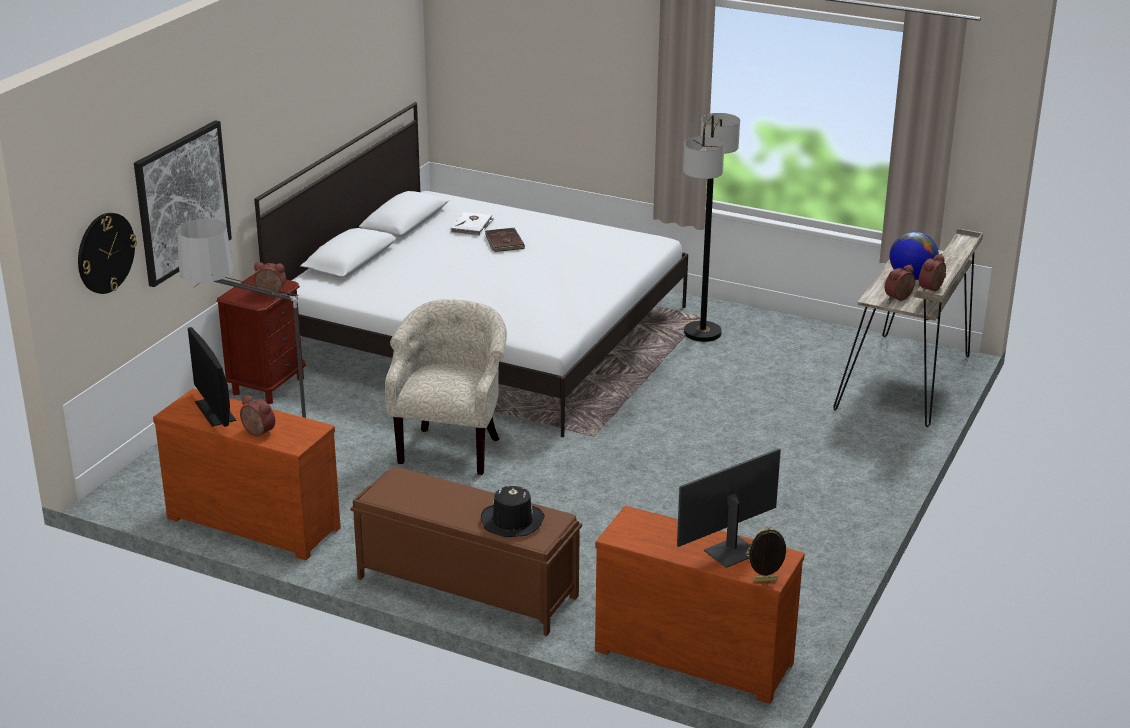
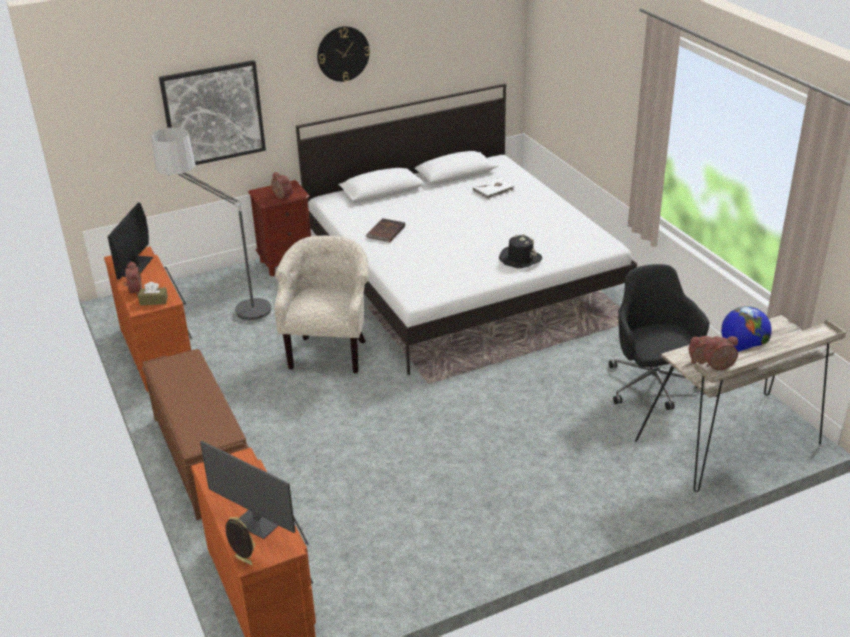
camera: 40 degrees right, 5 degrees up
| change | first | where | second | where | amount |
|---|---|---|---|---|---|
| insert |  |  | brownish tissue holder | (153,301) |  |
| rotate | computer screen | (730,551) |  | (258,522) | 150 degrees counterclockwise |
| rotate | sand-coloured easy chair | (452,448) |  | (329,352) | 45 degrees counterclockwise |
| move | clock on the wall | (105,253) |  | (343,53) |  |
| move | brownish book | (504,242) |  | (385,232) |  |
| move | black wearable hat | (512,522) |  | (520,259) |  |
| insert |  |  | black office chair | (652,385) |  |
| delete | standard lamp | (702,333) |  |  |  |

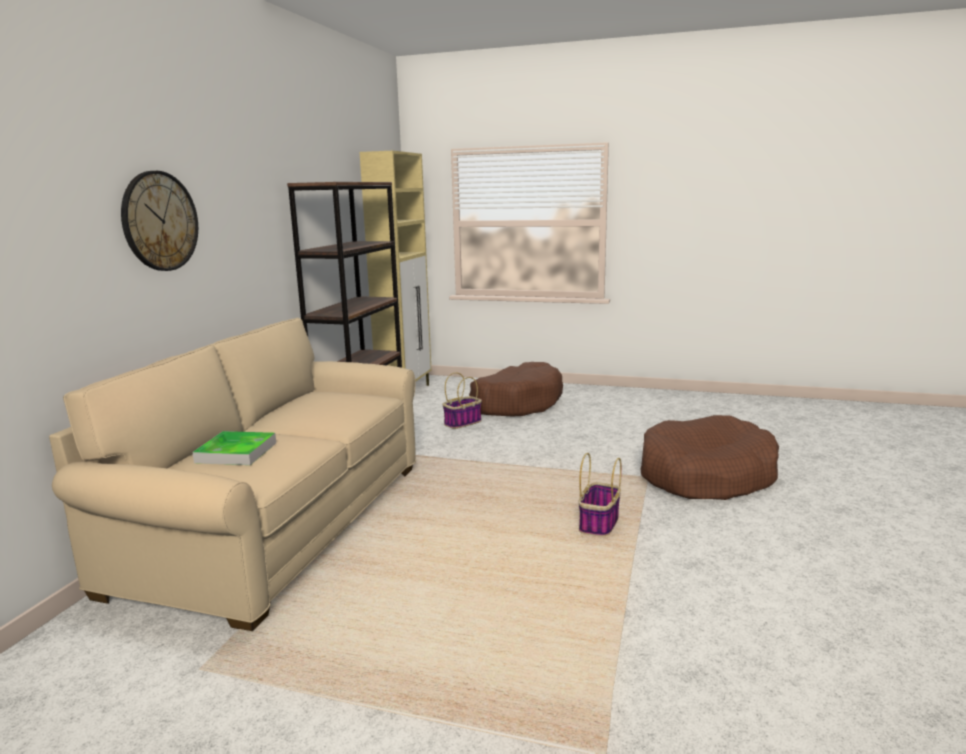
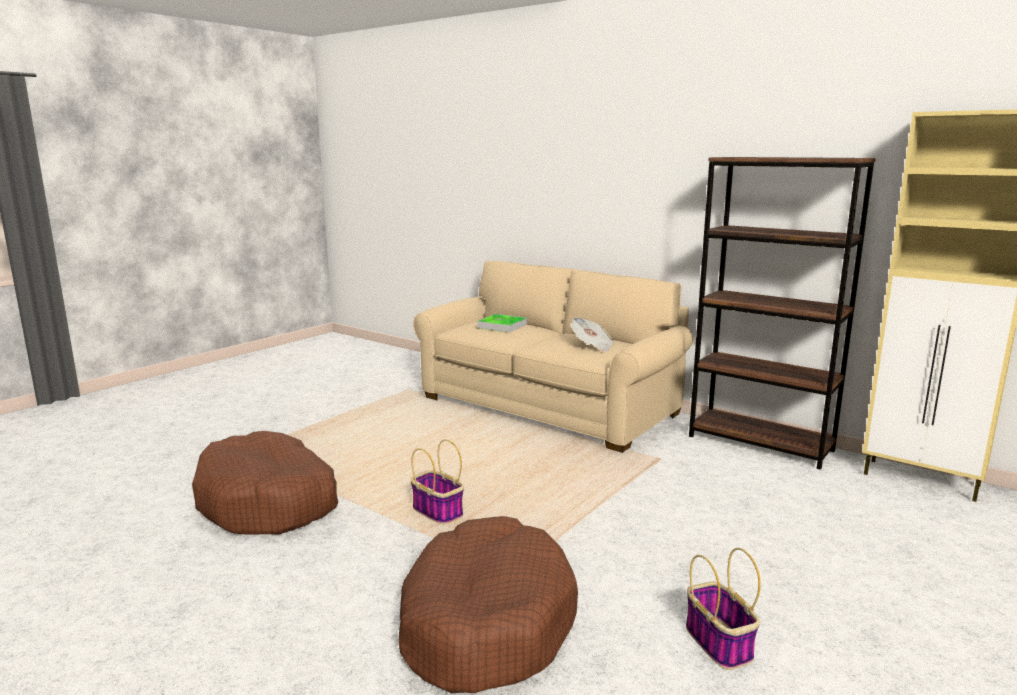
camera: 110 degrees right, 0 degrees up
| change | first | where | second | where | amount |
|---|---|---|---|---|---|
| move | brownish pet bed | (516,403) |  | (269,502) |  |
| insert |  |  | daily paper | (592,346) |  |
| move | basket | (463,422) |  | (719,643) |  |
| delete | clock on the wall | (160,221) |  |  |  |

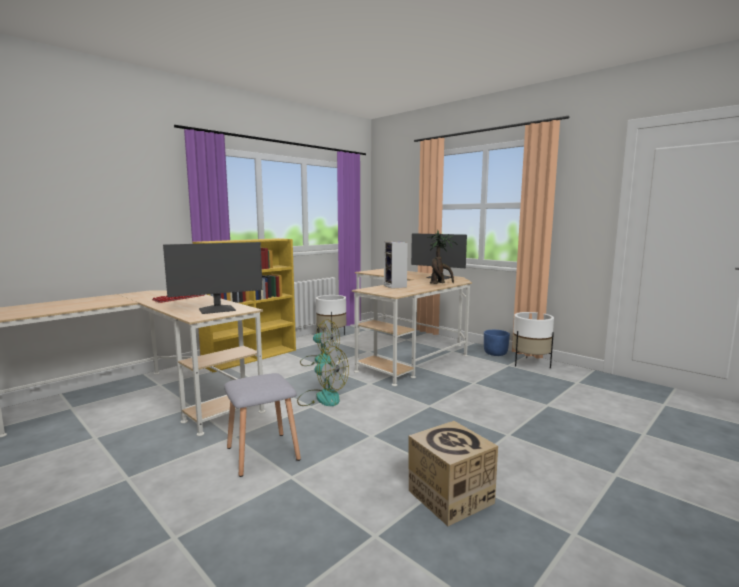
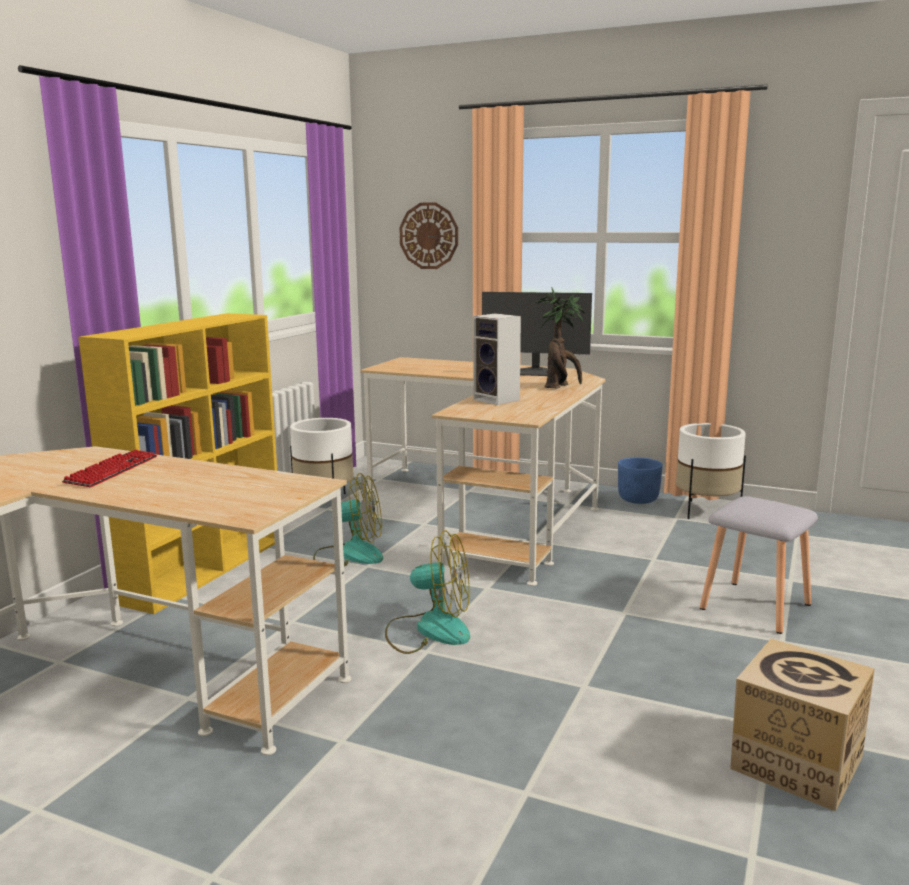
camera: 20 degrees left, 5 degrees up
| change | first | where | second | where | amount |
|---|---|---|---|---|---|
| insert |  |  | clock on the wall | (429,236) |  |
| move | greyish sitting stool | (261,454) |  | (755,607) |  |
| delete | computer screen | (217,310) |  |  |  |

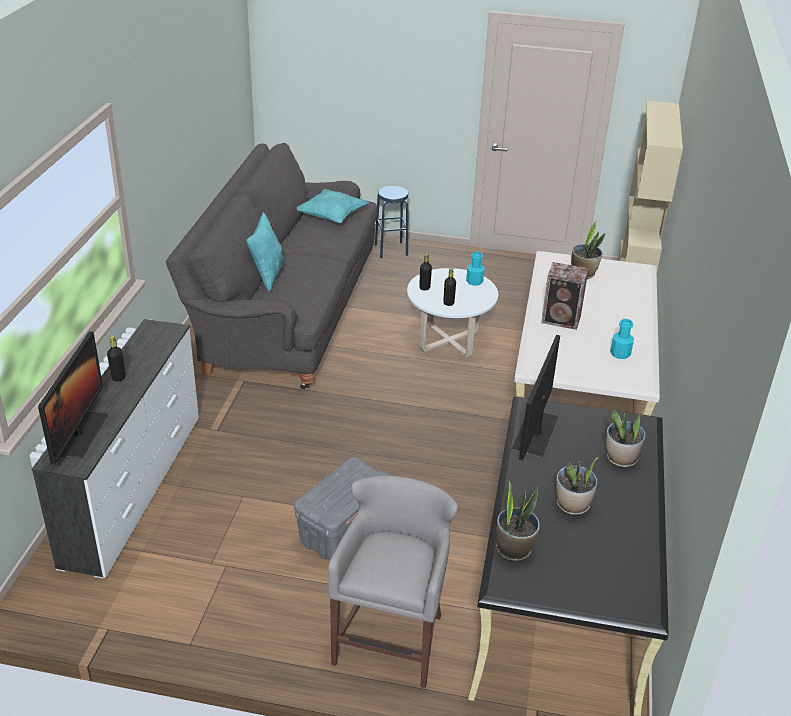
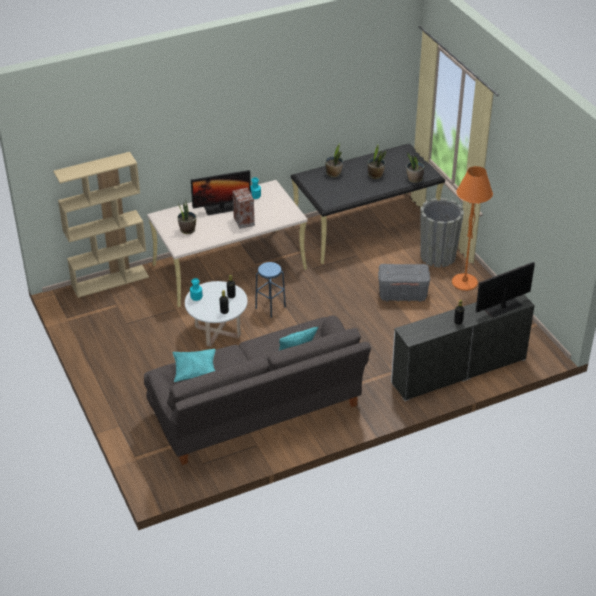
camera: 125 degrees left, 5 degrees up
| change | first | where | second | where | amount |
|---|---|---|---|---|---|
| move | computer screen | (534,433) |  | (222,208) |  |
| move | bluish sitting stool | (391,250) |  | (270,307) |  |
| replace | greyish sitting stool | (391,637) | greyish flower pot | (438,256) |  |
| insert |  |  | orange standard lamp | (464,282) |  |

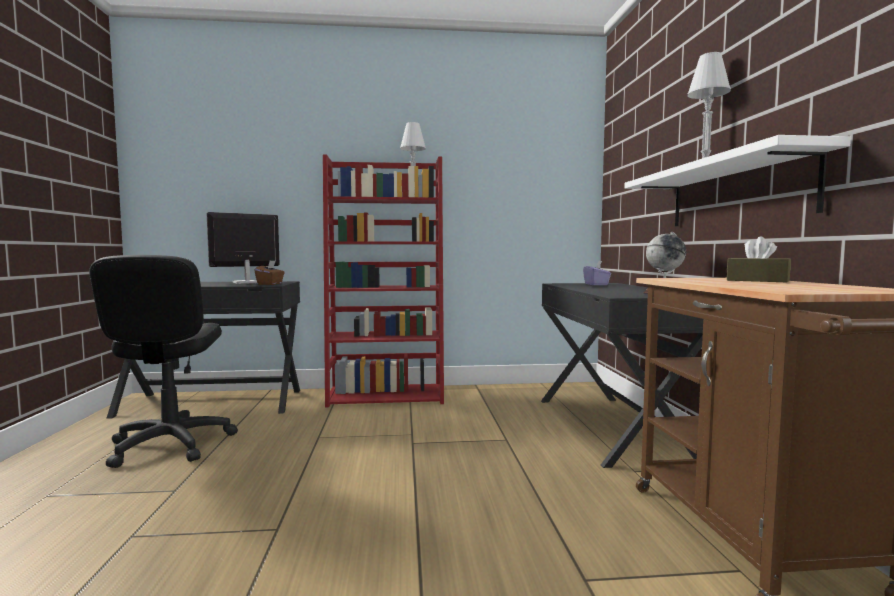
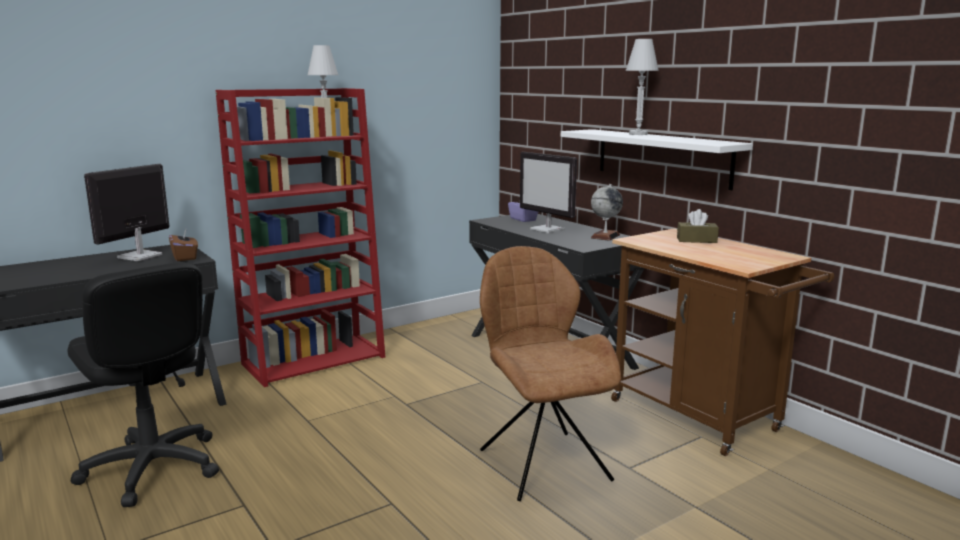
camera: 30 degrees left, 10 degrees up
| change | first | where | second | where | amount |
|---|---|---|---|---|---|
| insert |  |  | brownish chair | (542,462) |  |
| insert |  |  | computer screen | (548,230) |  |

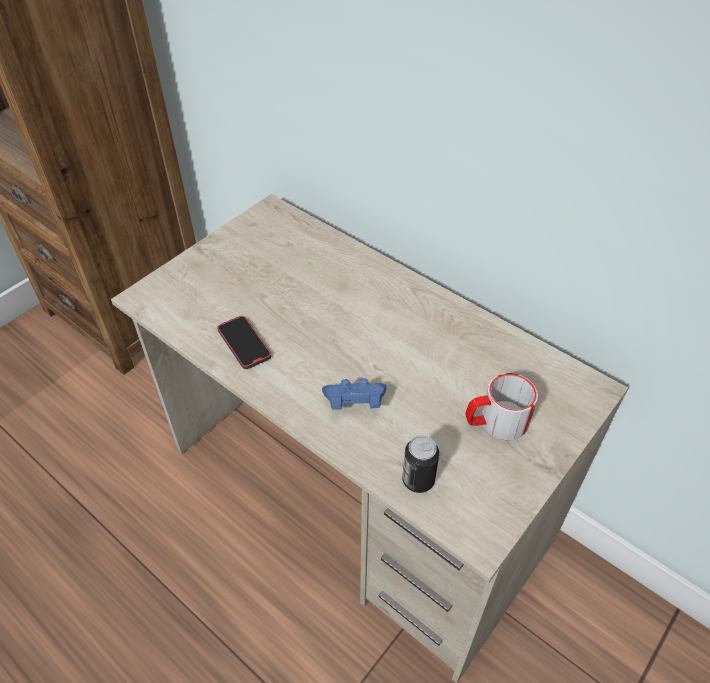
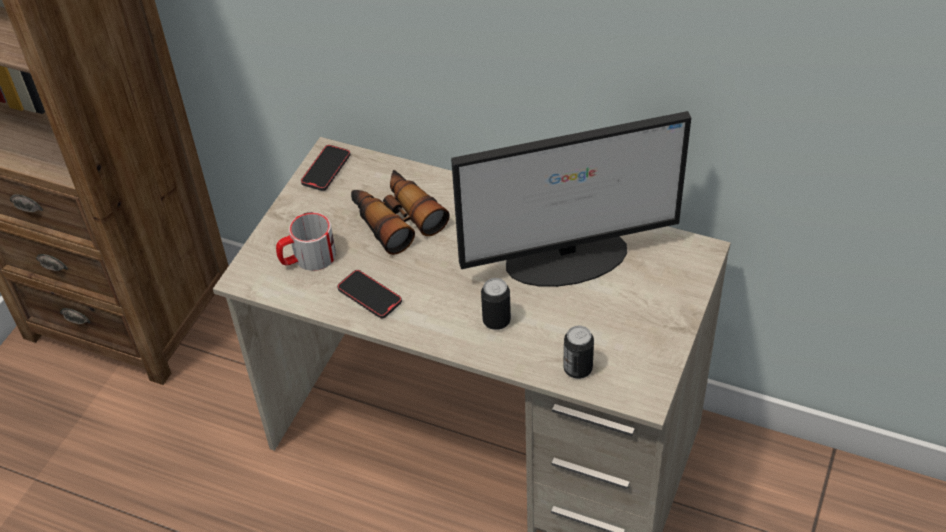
camera: 15 degrees left, 0 degrees up
| change | first | where | second | where | amount |
|---|---|---|---|---|---|
| move | tea mug | (495,422) |  | (307,258) |  |
| insert |  |  | handset | (326,170) |  |
| insert |  |  | pair of binoculars | (396,219) |  |
| insert |  |  | computer screen | (569,257) |  |
| replace | bluish joypad | (354,403) | metal can | (496,321) |  |

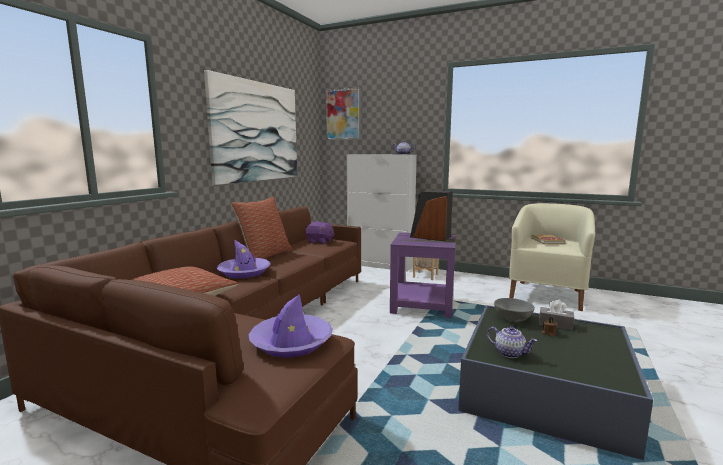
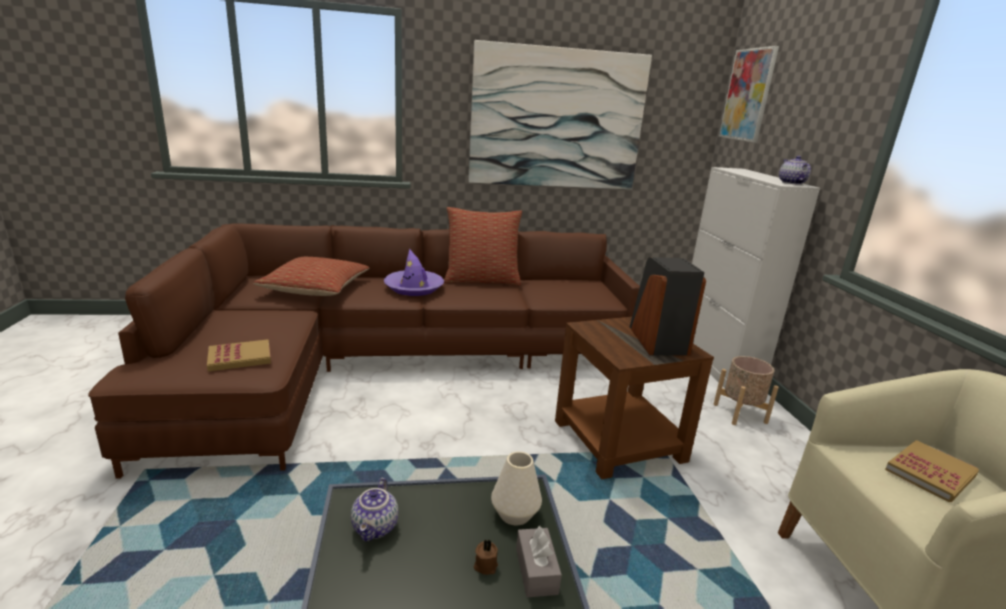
camera: 55 degrees right, 10 degrees up
| change | first | where | second | where | amount |
|---|---|---|---|---|---|
| replace | purplish wearable hat | (291,342) | book | (240,358) |  |
| replace | greyish bowl | (513,319) | white-coloured flower vase | (515,514) |  |
| recolor | purplish side table | (423,304) | brownish side table | (621,441) |  |
| delete | purplish soft toy | (320,242) |  |  |  |

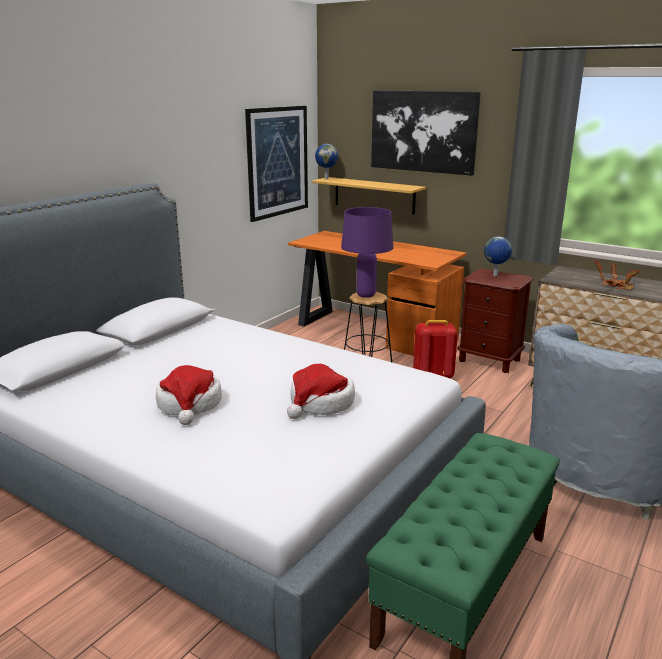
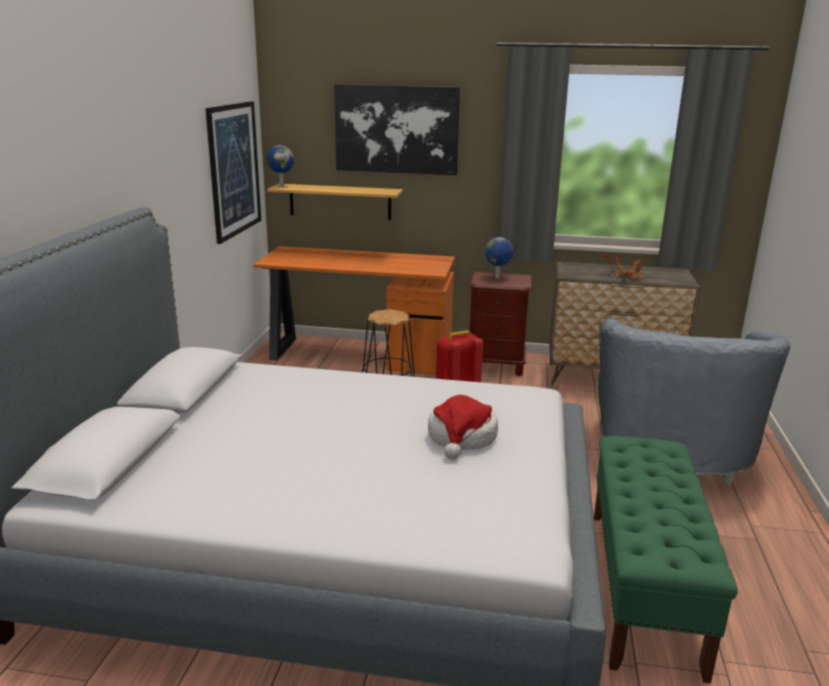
camera: 25 degrees left, 0 degrees up
| change | first | where | second | where | amount |
|---|---|---|---|---|---|
| delete | wearable hat | (189,404) |  |  |  |
| delete | purplish table lamp | (365,295) |  |  |  |

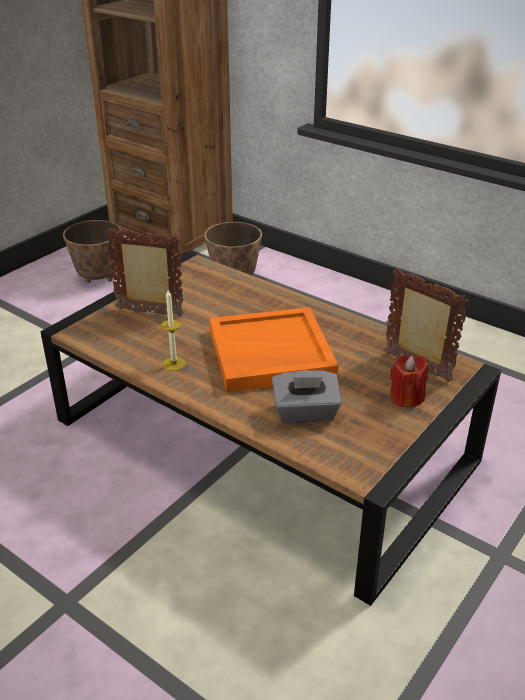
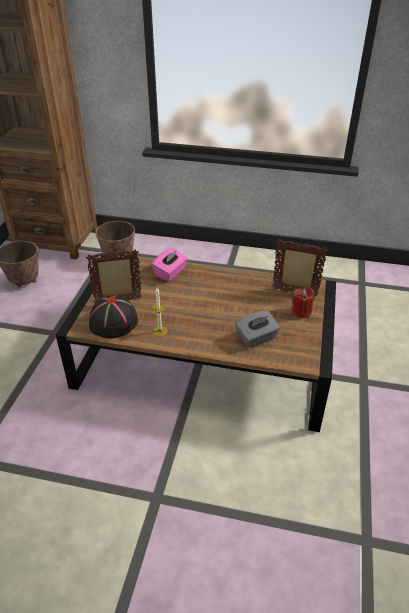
camera: 25 degrees left, 5 degrees up
| change | first | where | second | where | amount |
|---|---|---|---|---|---|
| insert |  |  | black wearable hat | (113,322) |  |
| insert |  |  | pink tissue holder | (170,273) |  |
| delete | orange tray | (270,354) |  |  |  |

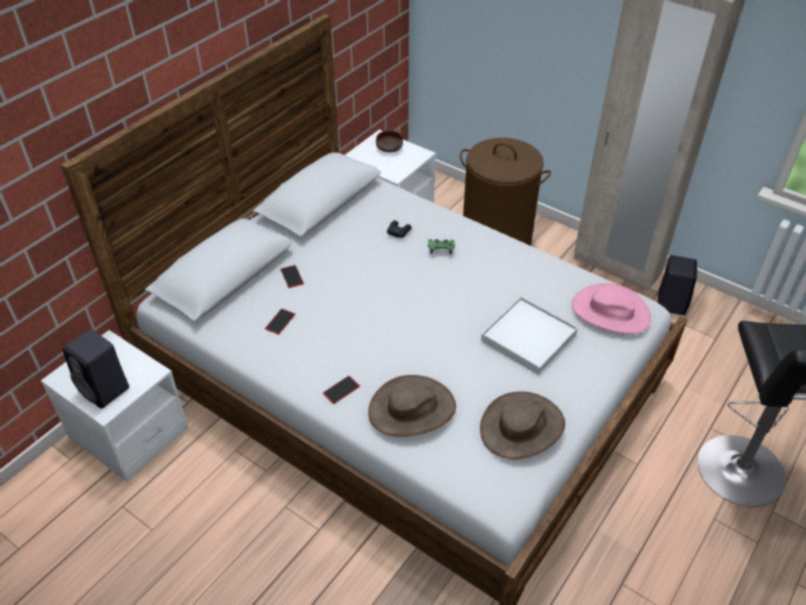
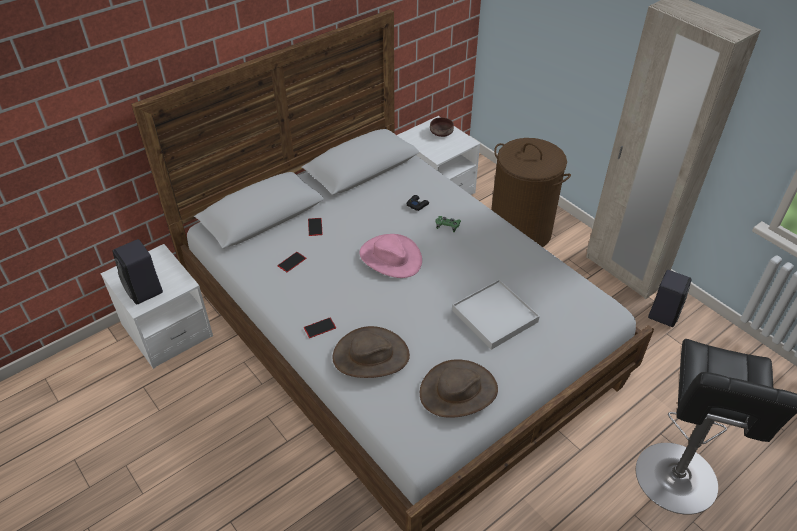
camera: 15 degrees right, 0 degrees up
| change | first | where | second | where | amount |
|---|---|---|---|---|---|
| move | pink wearable hat | (610,312) |  | (390,258) |  |

